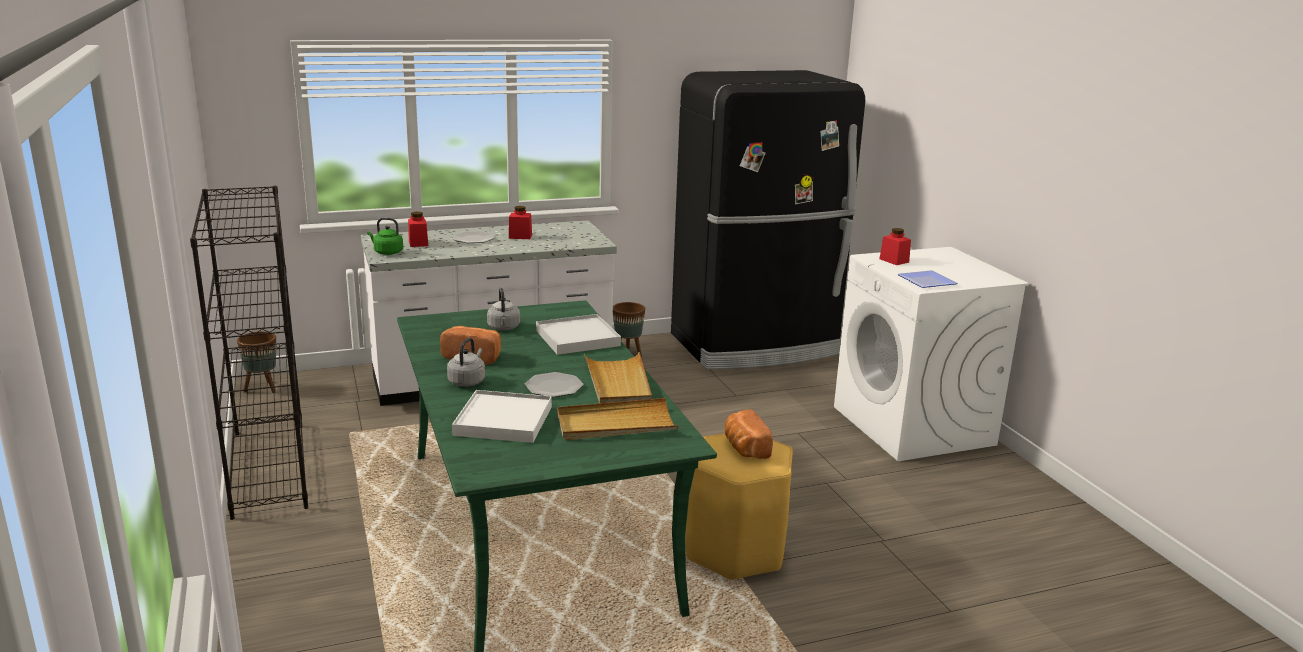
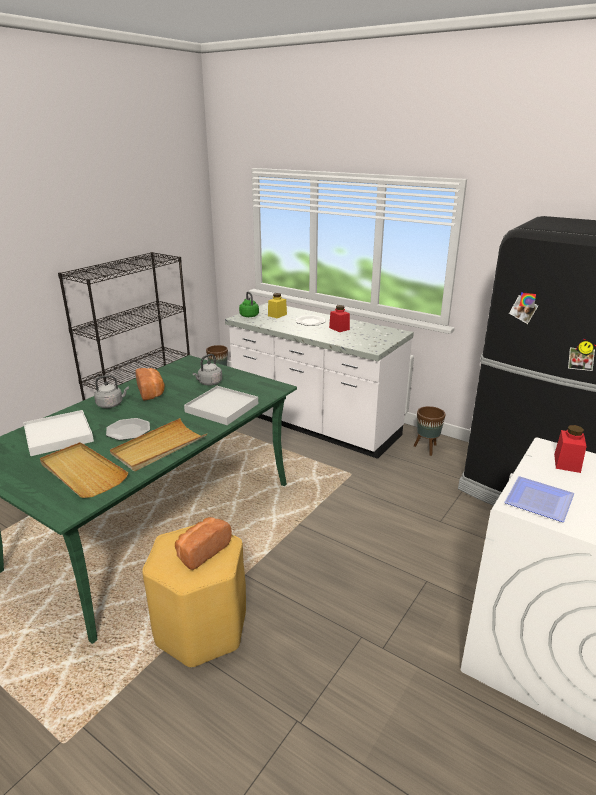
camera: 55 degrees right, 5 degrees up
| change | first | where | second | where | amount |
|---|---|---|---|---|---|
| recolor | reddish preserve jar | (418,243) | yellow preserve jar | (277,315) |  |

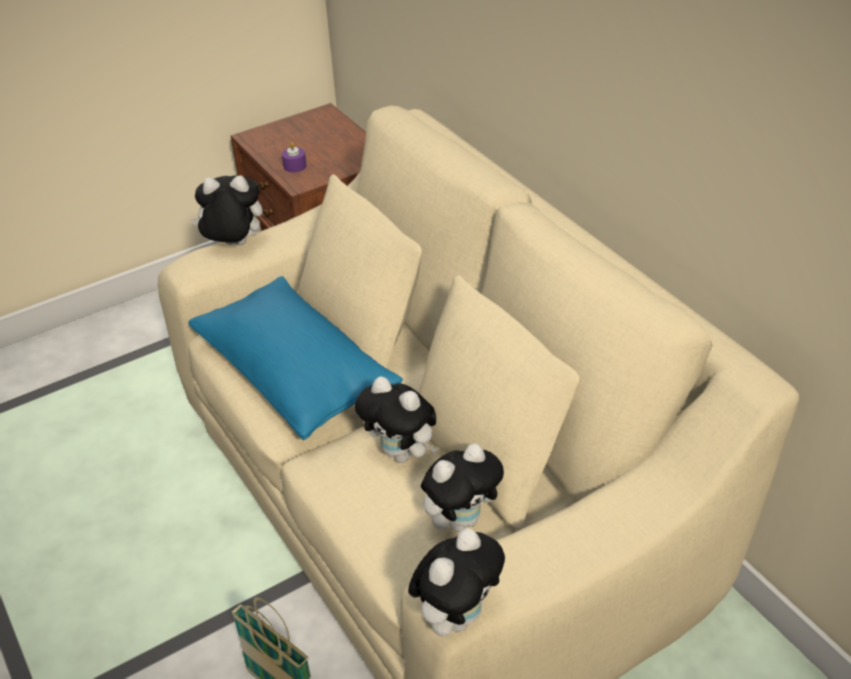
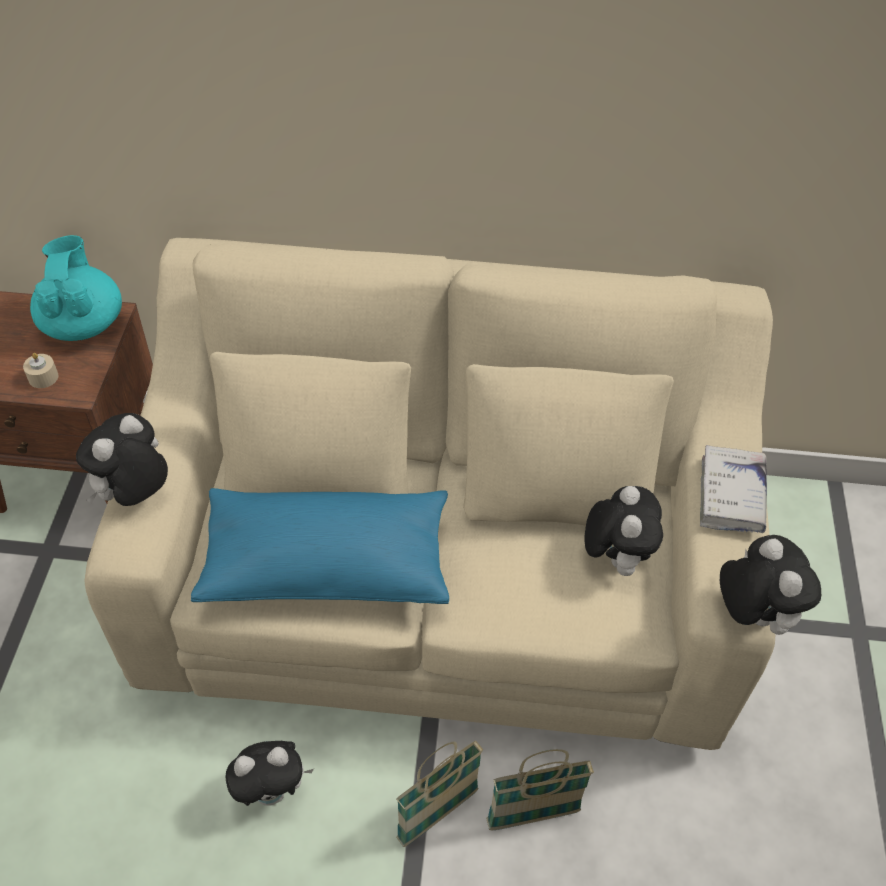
camera: 55 degrees left, 10 degrees up
| change | first | where | second | where | amount |
|---|---|---|---|---|---|
| recolor | purplish wax light | (295,166) | sand-coloured wax light | (43,377) |  |
| insert |  |  | turquoise-coloured teapot | (83,323) |  |
| move | soft toy | (403,454) |  | (272,791) |  |
| insert |  |  | basket | (438,814) |  |
| insert |  |  | white-coloured book | (731,496) |  |

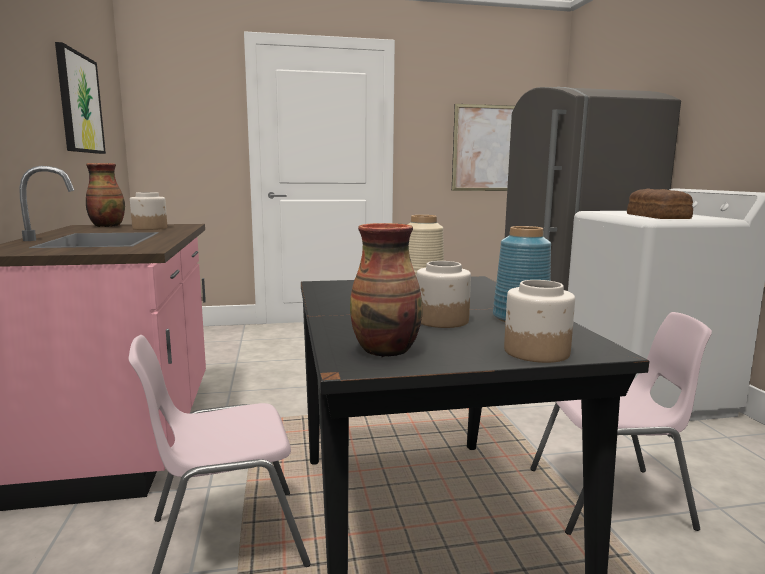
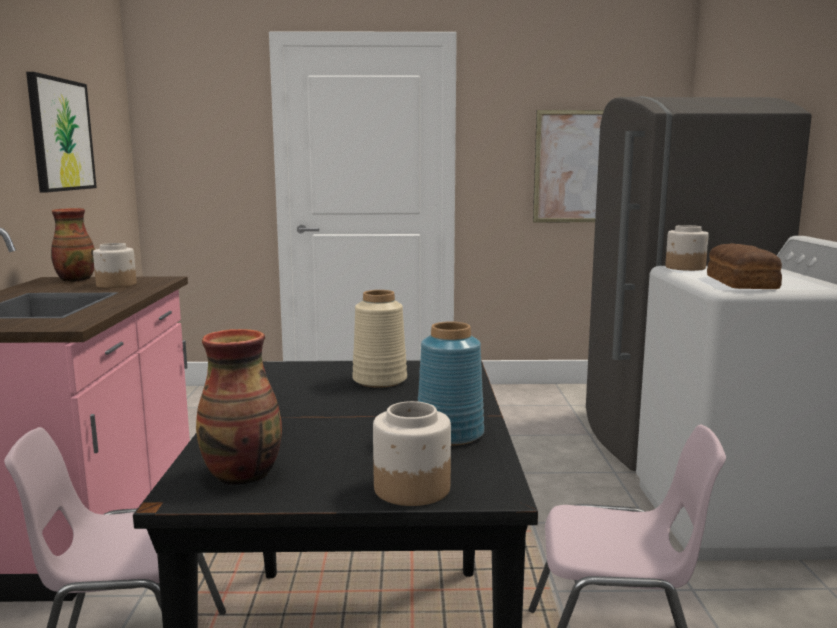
camera: 10 degrees right, 0 degrees up
| change | first | where | second | where | amount |
|---|---|---|---|---|---|
| move | preserve jar | (442,321) |  | (685,268) |  |

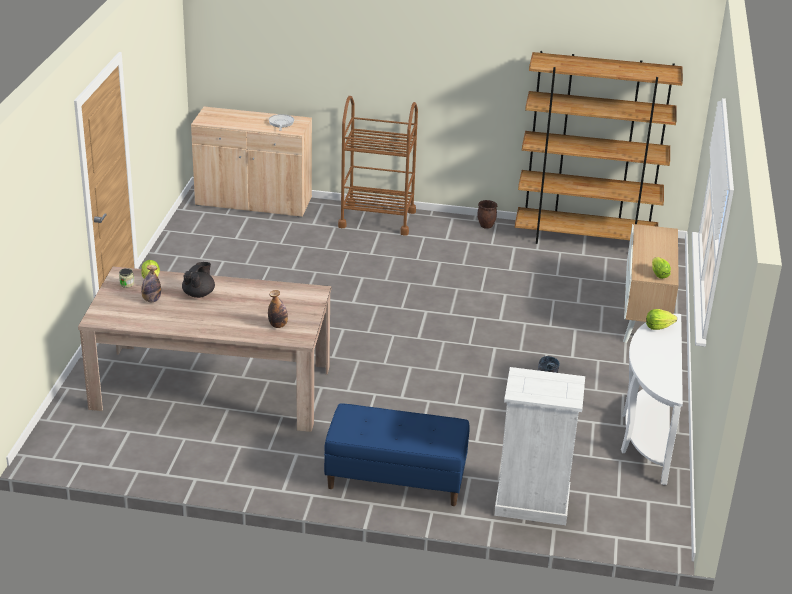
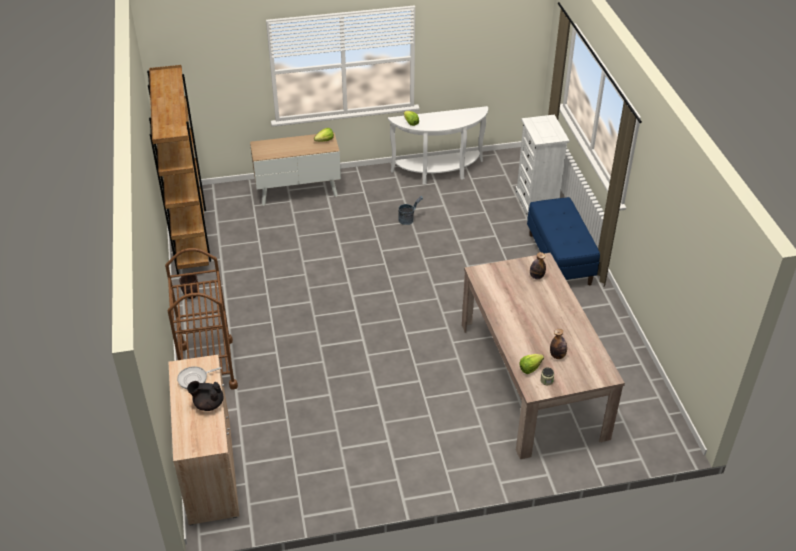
camera: 110 degrees left, 10 degrees up
| change | first | where | second | where | amount |
|---|---|---|---|---|---|
| move | black teapot | (199,294) |  | (208,404) |  |

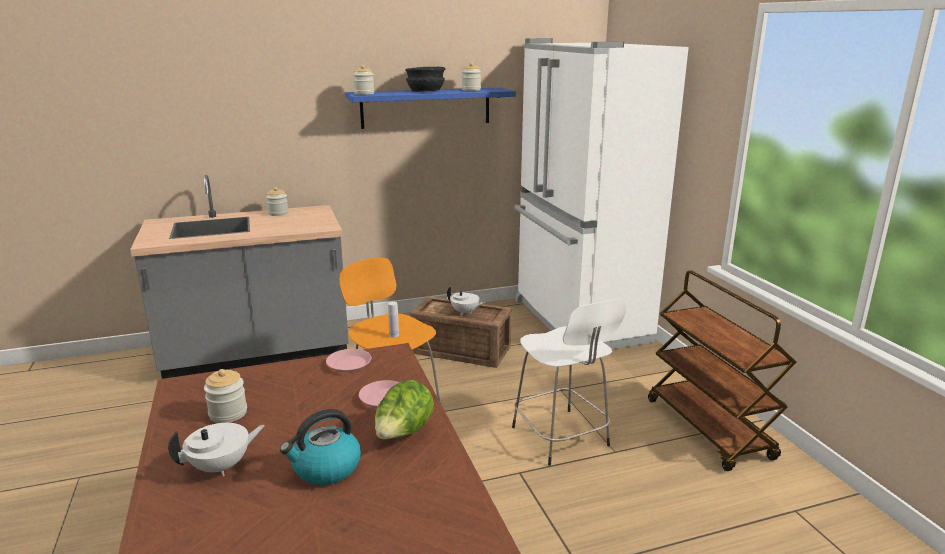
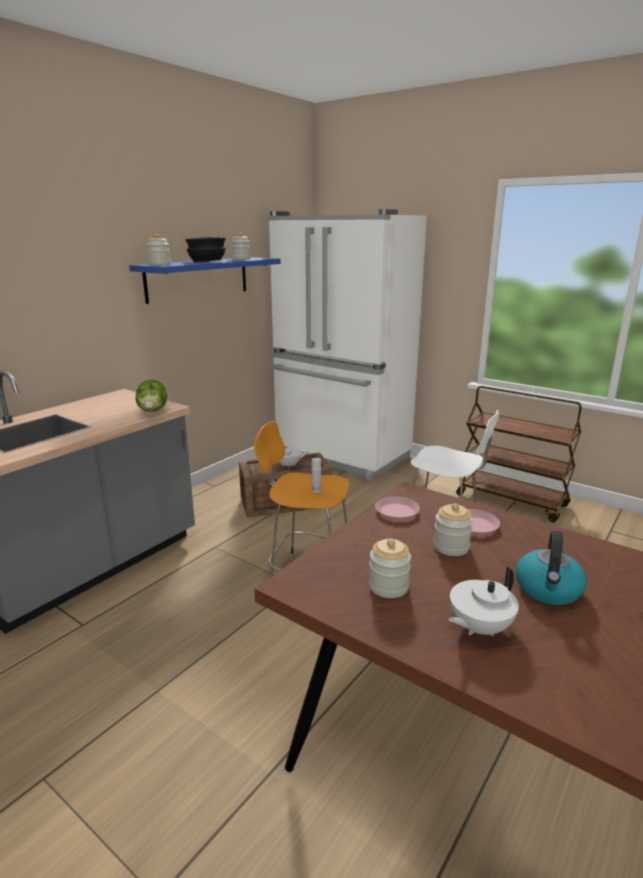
camera: 35 degrees left, 0 degrees up
| change | first | where | second | where | amount |
|---|---|---|---|---|---|
| move | lettuce head | (403,434) |  | (153,412) |  |
| move | preserve jar | (278,213) |  | (451,547) |  |
| rotate | white-coloured teapot | (221,467) |  | (478,628) | 150 degrees counterclockwise |

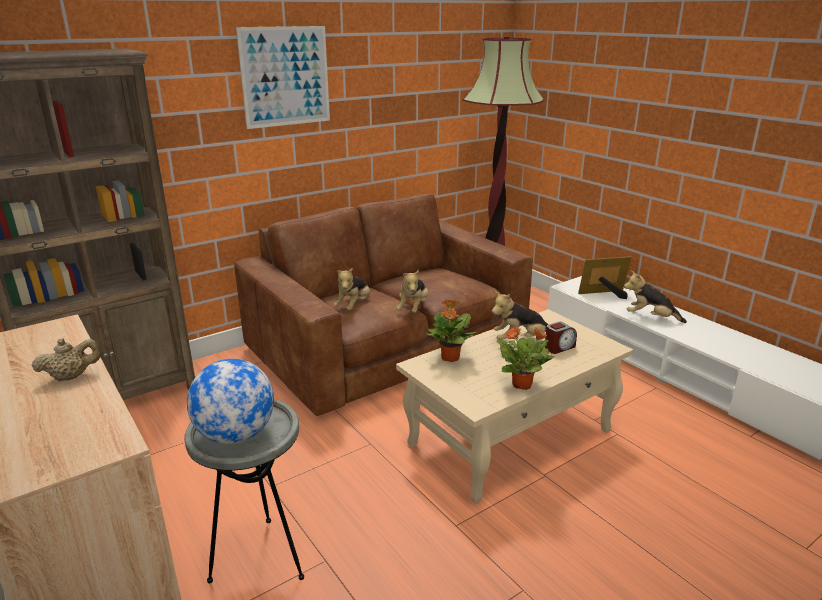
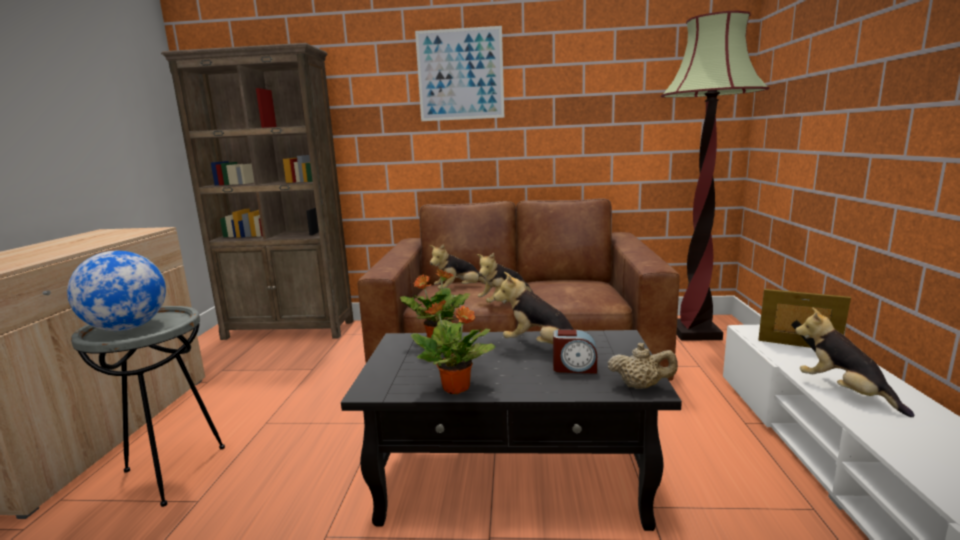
camera: 40 degrees right, 10 degrees down
| change | first | where | second | where | amount |
|---|---|---|---|---|---|
| recolor | sand-coloured low table | (511,437) | black low table | (513,477) |  |
| move | sand-coloured teapot | (72,377) |  | (641,386) |  |

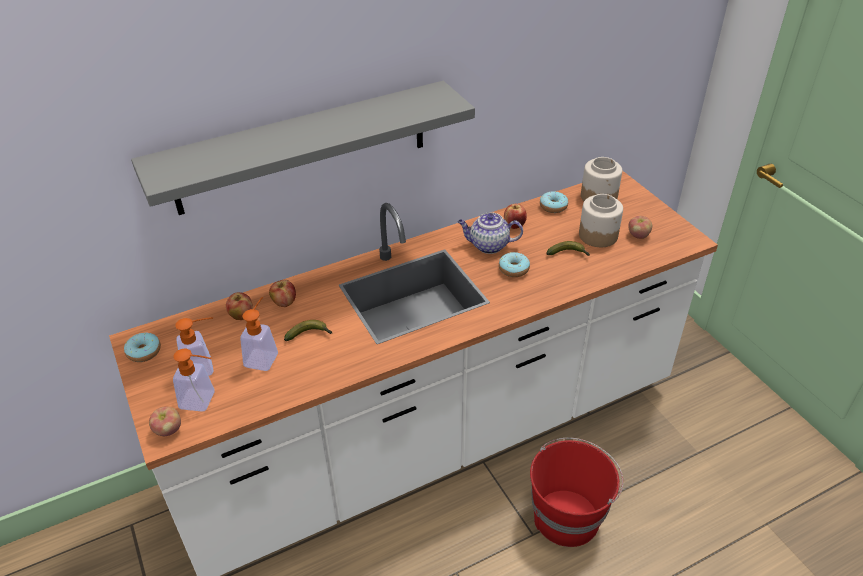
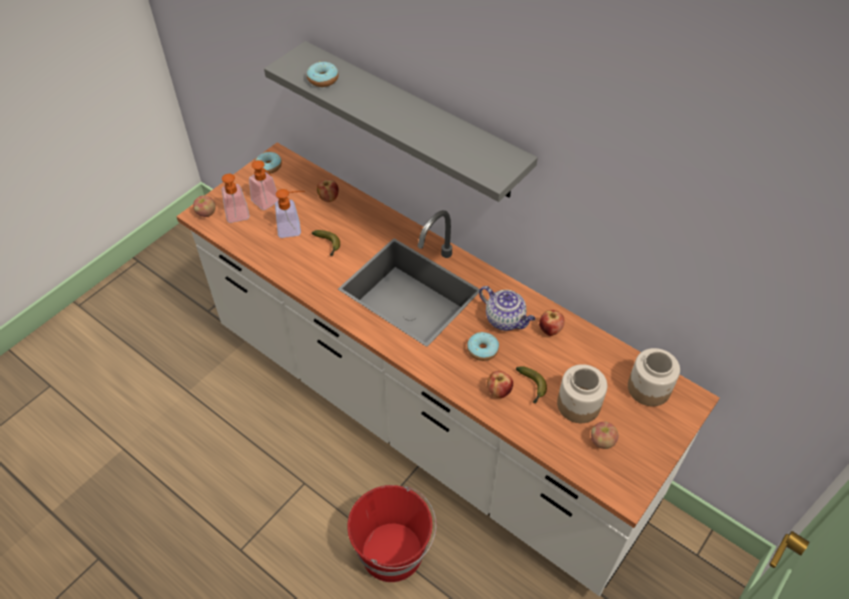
camera: 65 degrees right, 10 degrees up
| change | first | where | second | where | amount |
|---|---|---|---|---|---|
| move | doughnut | (553,206) |  | (323,79) |  |
| rotate | teapot | (488,245) |  | (505,320) | 150 degrees clockwise |
| move | whole apple | (284,303) |  | (499,391) |  |

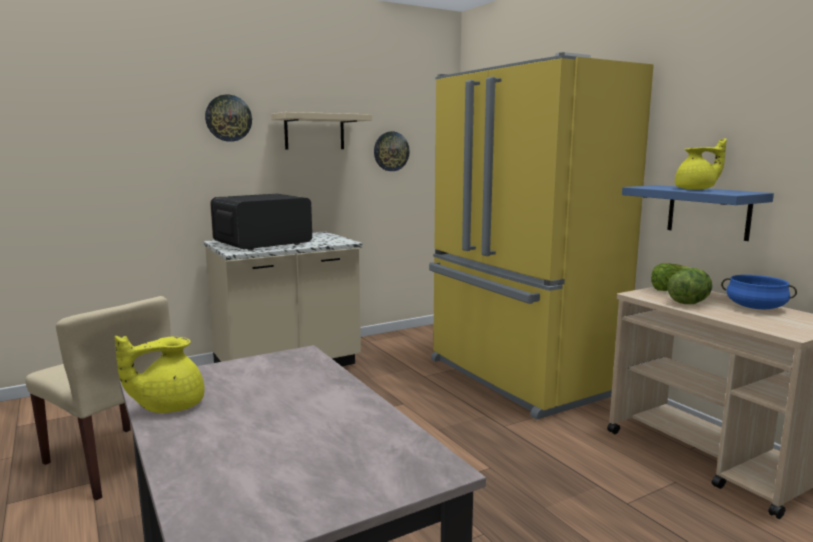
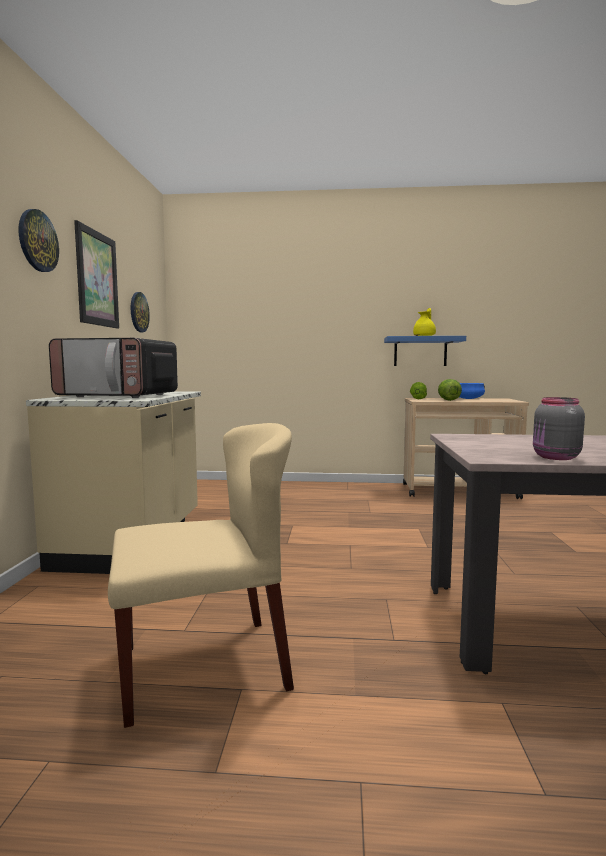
camera: 55 degrees left, 5 degrees down
| change | first | where | second | where | amount |
|---|---|---|---|---|---|
| rotate | kitchen microwave | (262,244) |  | (119,396) | 75 degrees counterclockwise |
| replace | sand-coloured wall shelf | (314,132) | picture | (97,279) |  |
| replace | yellow teapot | (168,406) | greyish preserve jar | (555,457) |  |
| delete | yellow fridge | (518,377) |  |  |  |

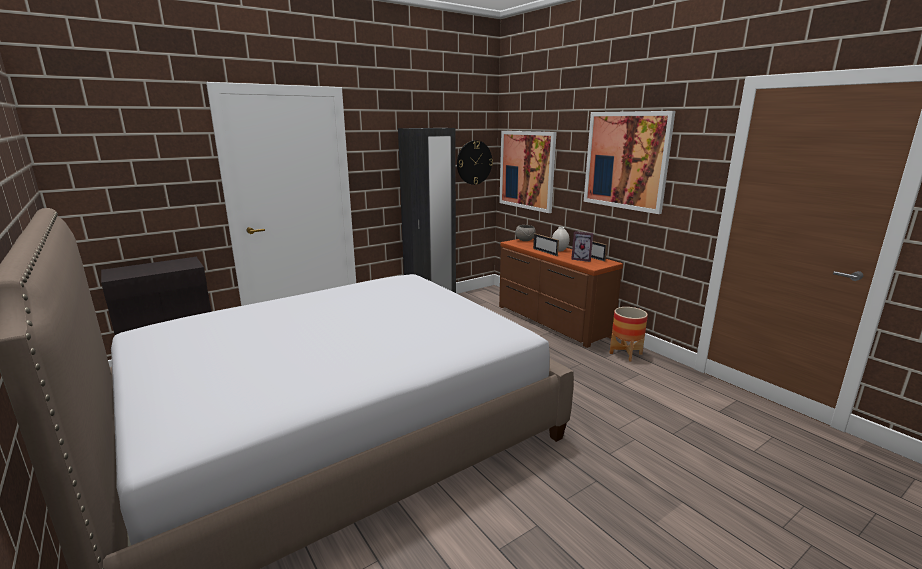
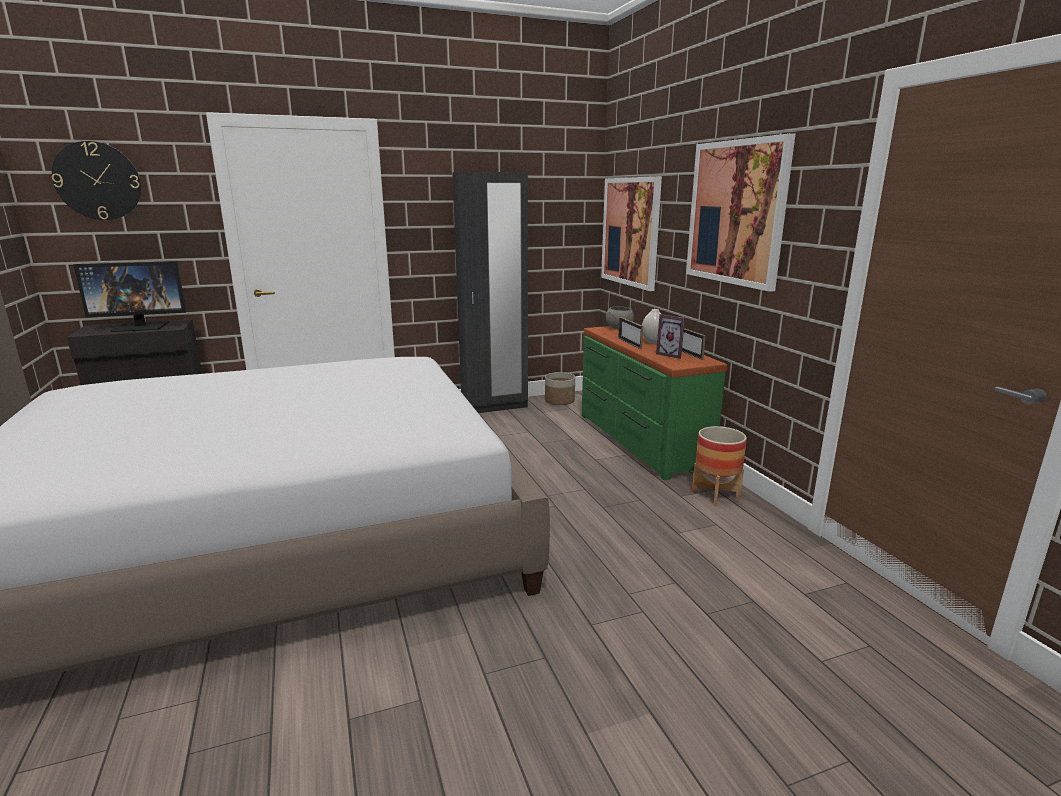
camera: 15 degrees right, 0 degrees up
| change | first | where | second | where | amount |
|---|---|---|---|---|---|
| move | clock on the wall | (474,162) |  | (98,181) |  |
| insert |  |  | computer screen | (141,327) |  |
| insert |  |  | flower pot | (560,401) |  |
| recolor | brownish dresser | (551,321) | green-coloured dresser | (639,441) |  |

